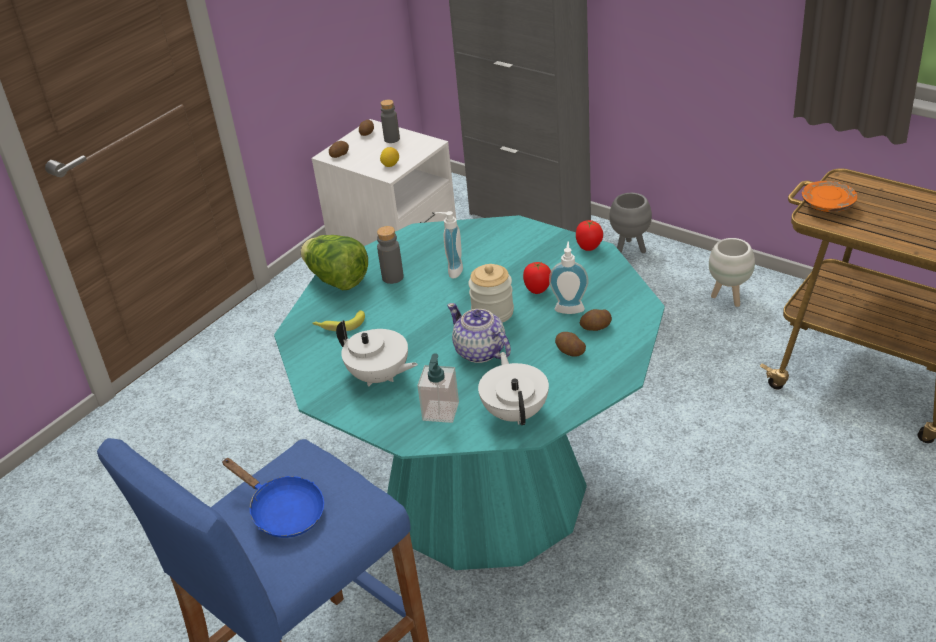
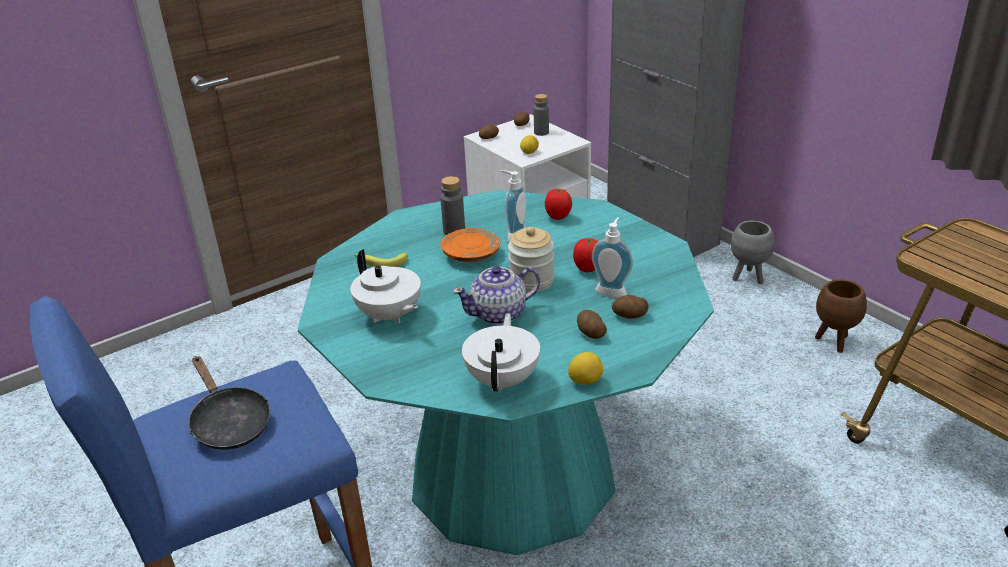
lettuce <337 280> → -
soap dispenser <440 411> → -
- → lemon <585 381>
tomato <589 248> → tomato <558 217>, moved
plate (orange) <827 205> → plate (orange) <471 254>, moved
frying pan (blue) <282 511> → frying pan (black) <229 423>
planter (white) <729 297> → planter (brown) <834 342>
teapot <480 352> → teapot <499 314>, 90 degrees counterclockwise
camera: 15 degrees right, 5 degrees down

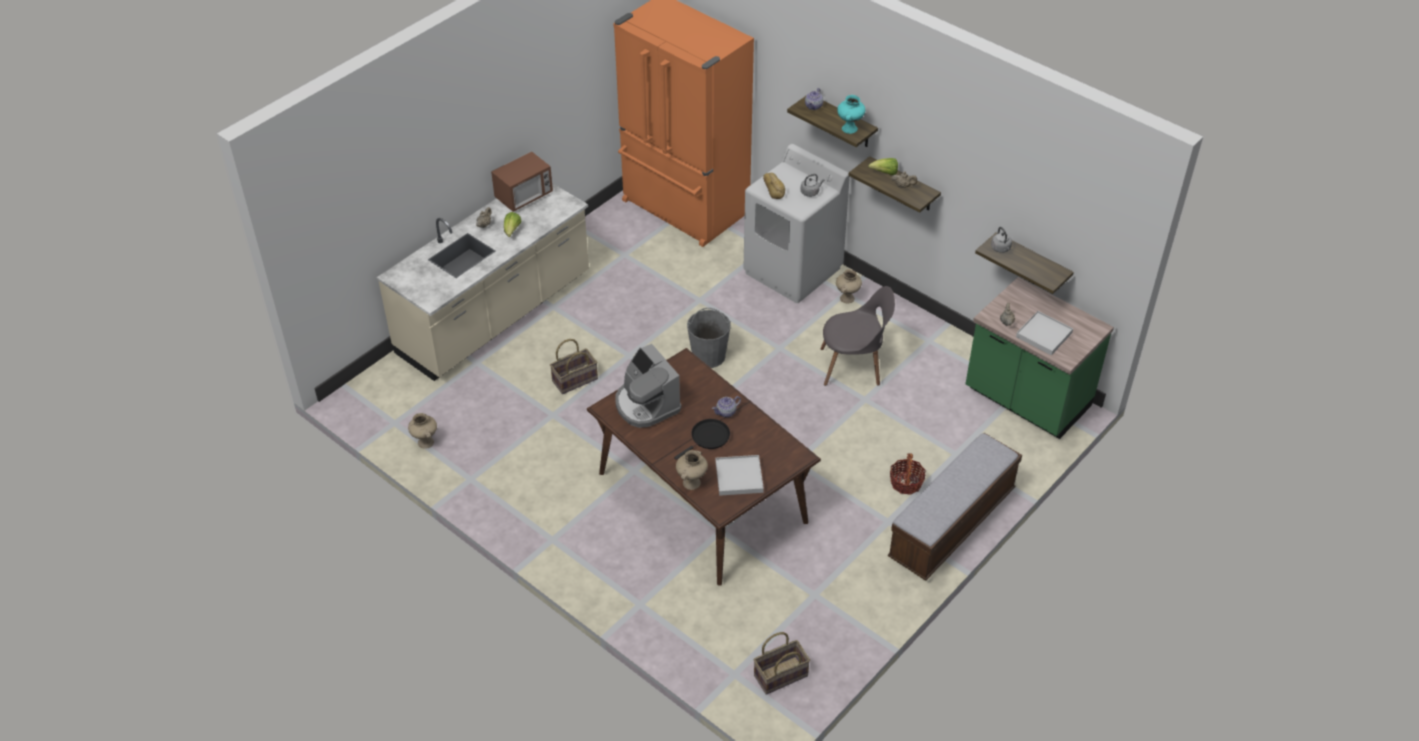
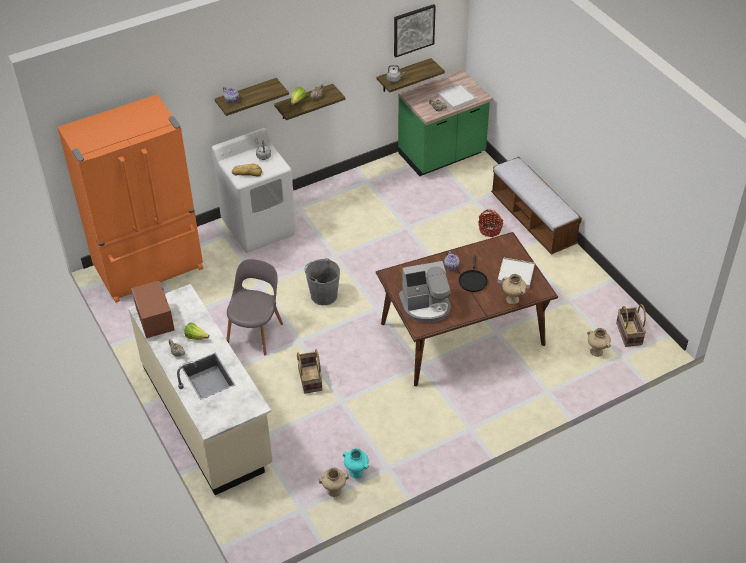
- → picture <413 30>
chair (grey) <853 366> → chair (grey) <255 332>, moved
vase (beige) <847 298> → vase (beige) <597 351>, moved
vase (turquoise) <850 129> → vase (turquoise) <356 472>, moved
frying pan (black) <708 438> → frying pan (black) <472 280>, 150 degrees counterclockwise
camera: 70 degrees left, 0 degrees up

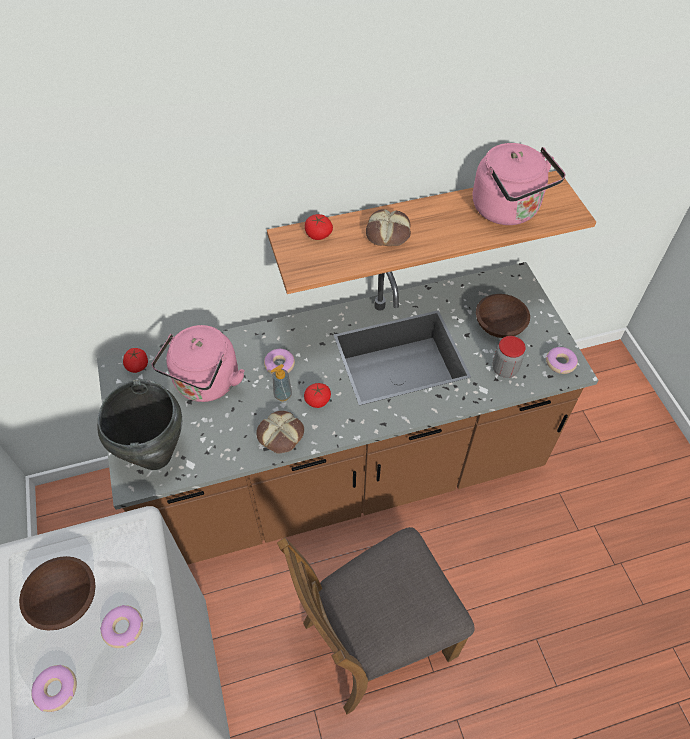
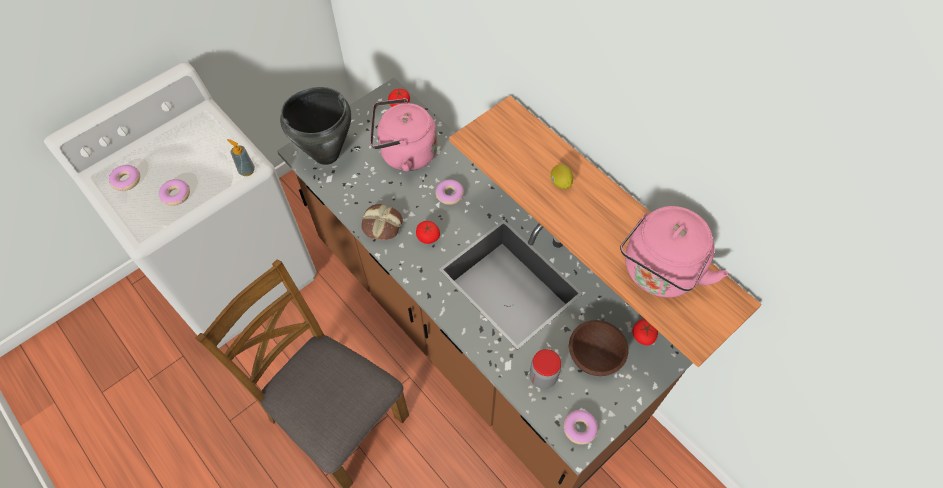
bowl (brown) <66 601> → -
soap dispenser <282 395> → soap dispenser <247 170>, moved
tomato <318 234> → tomato <643 335>, moved
bread <388 233> → lemon <560 183>
camera: 65 degrees right, 5 degrees up

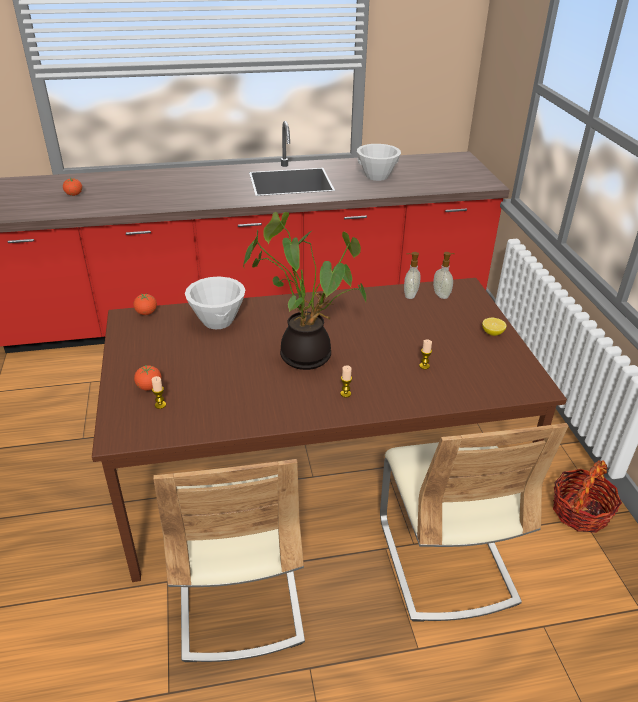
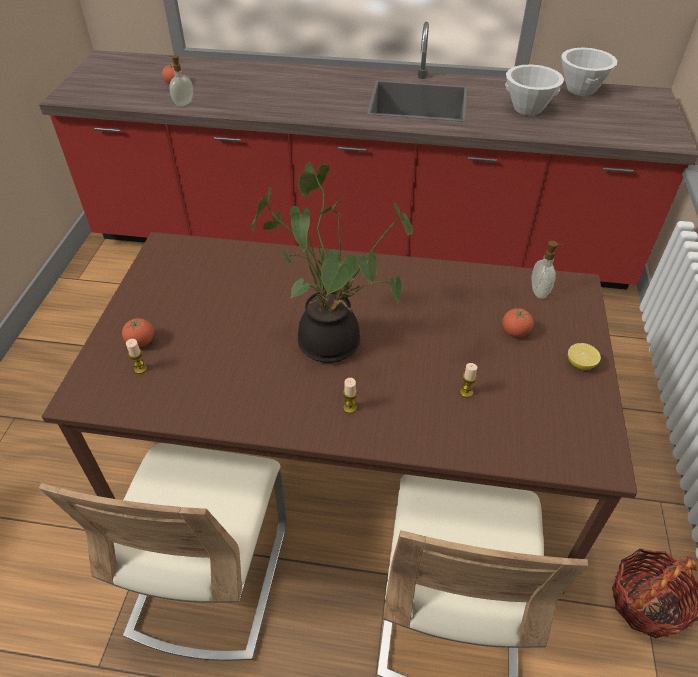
tomato <146 313> → tomato <515 332>, moved
bowl (white) <218 321> → bowl (white) <581 90>, moved
soap dispenser <409 295> → soap dispenser <183 103>, moved
camera: 20 degrees right, 10 degrees up

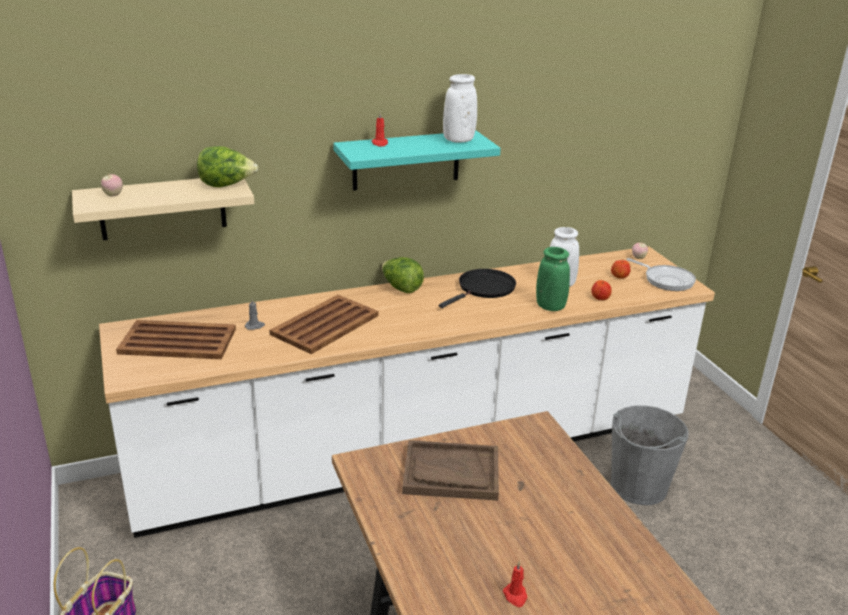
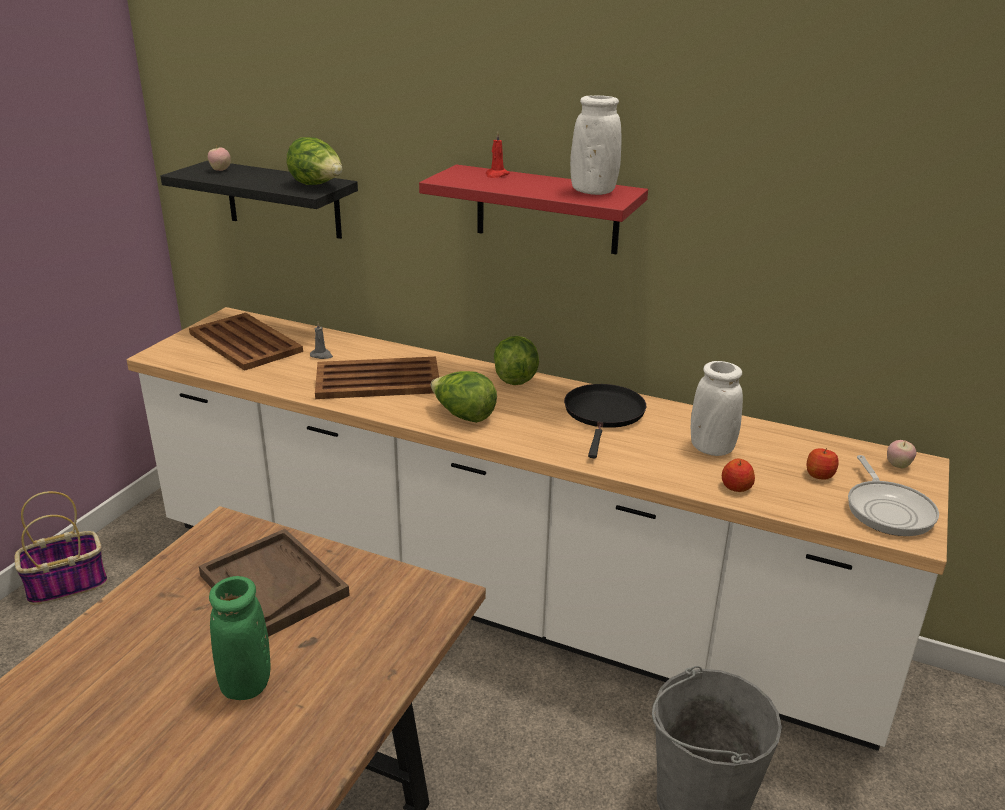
candle (red) <515 596> → -
- → lettuce <463 416>
vase (green) <550 307> → vase (green) <246 684>, moved
shelf (beige) <162 207> → shelf (black) <283 200>
shelf (turquoise) <406 160> → shelf (red) <547 209>
frying pan (black) <484 289> → frying pan (black) <604 414>, 75 degrees counterclockwise
camera: 45 degrees right, 0 degrees up

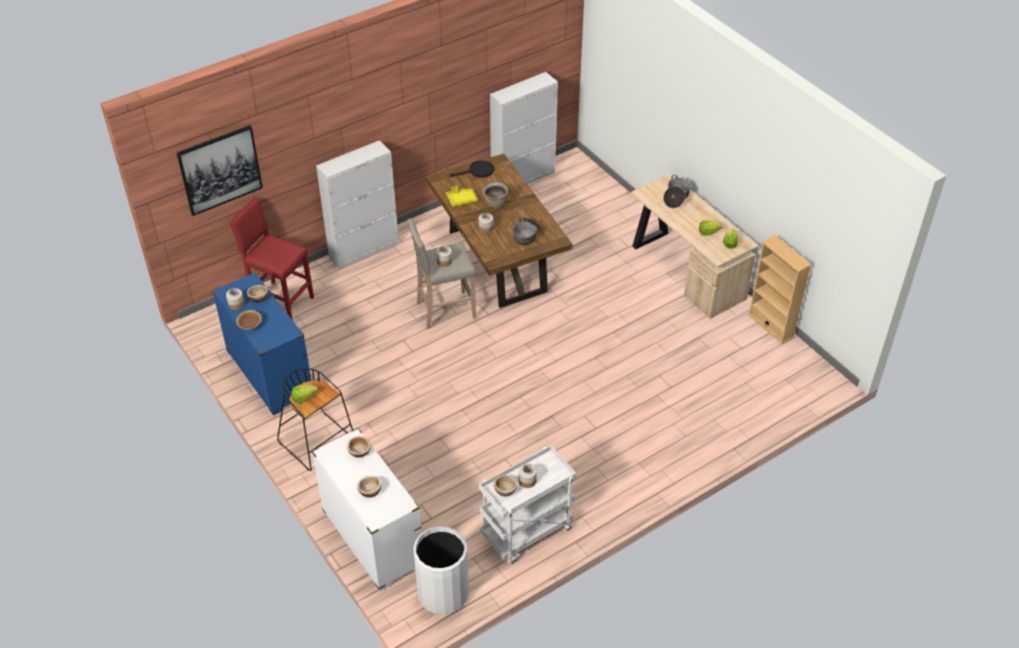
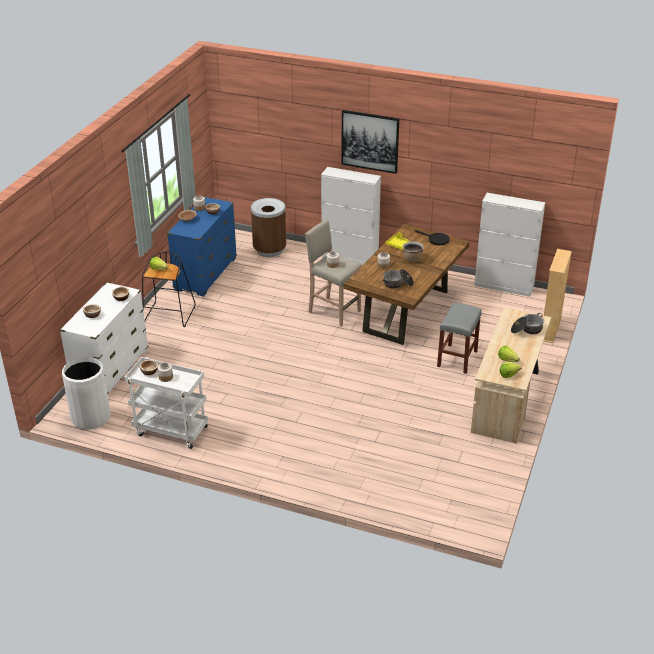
- → stool (grey) <457 359>
picture <220 170> → picture <370 141>, moved
bookcase (beige) <771 325> → bookcase (beige) <550 330>, moved
stool (red) <280 301> → trash can (brown) <269 250>
camera: 55 degrees right, 10 degrees down

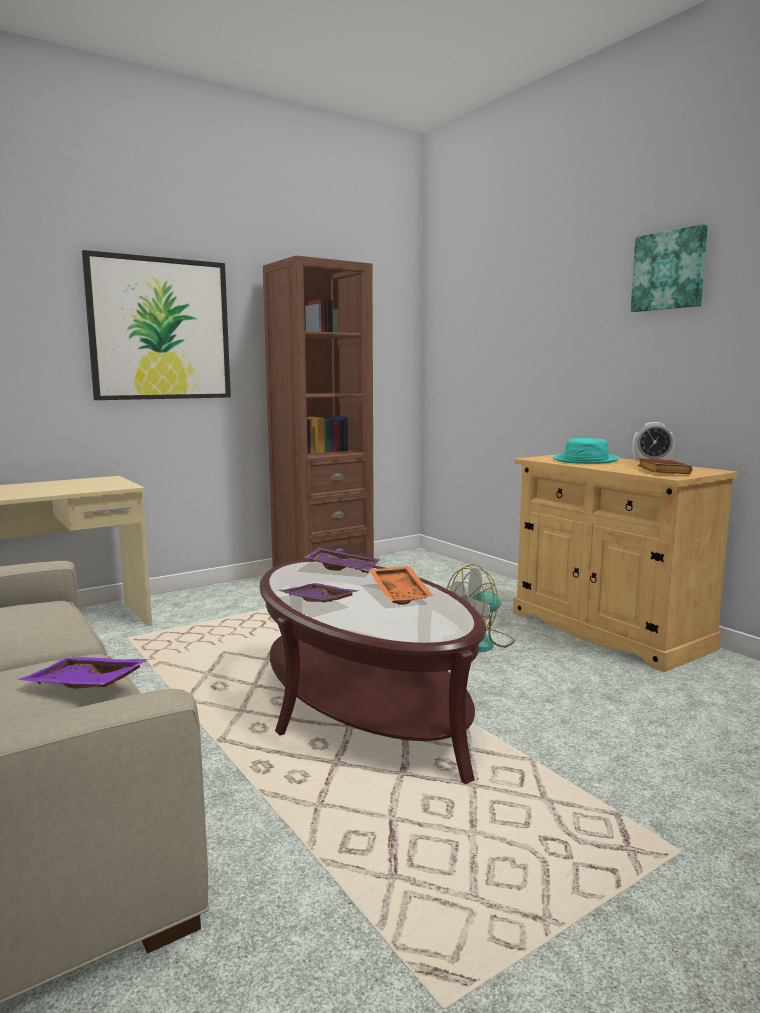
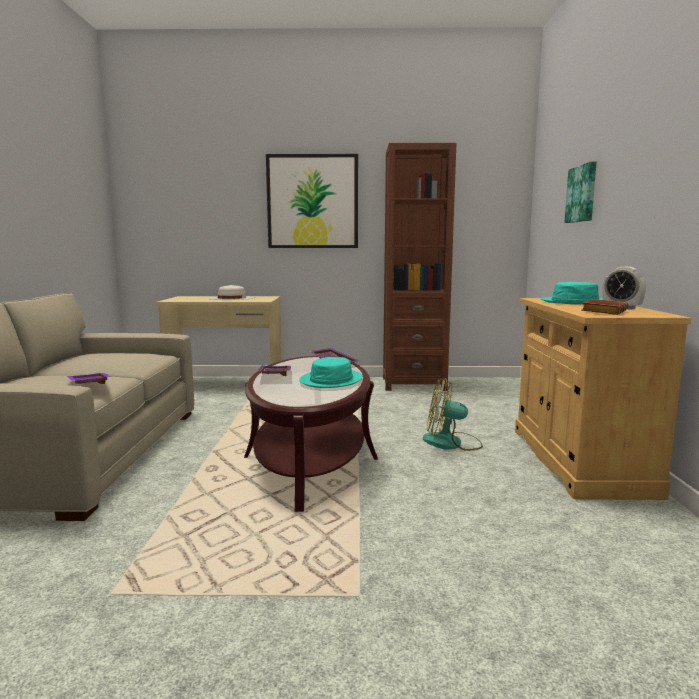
- → hat (white) <231 298>
picture <669 270> → picture <582 194>, moved
tray (orange) <401 593> → hat (turquoise) <331 380>
camera: 35 degrees right, 0 degrees up

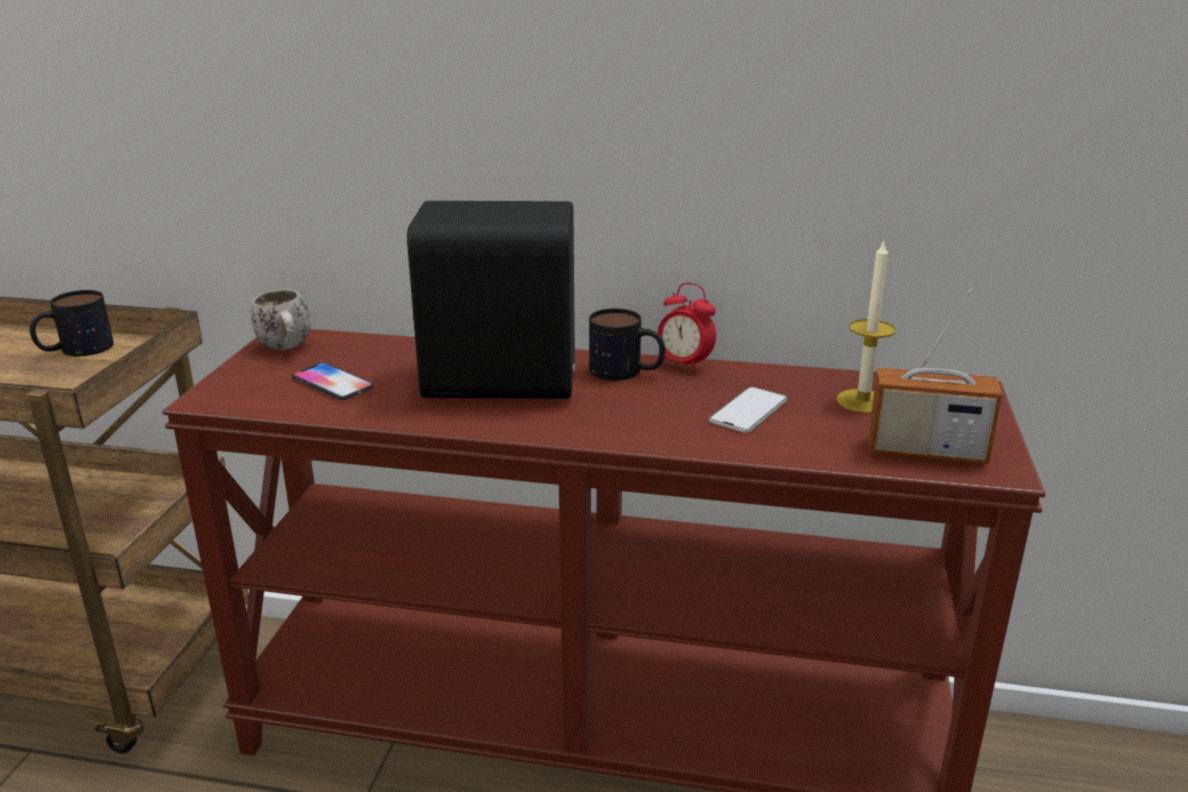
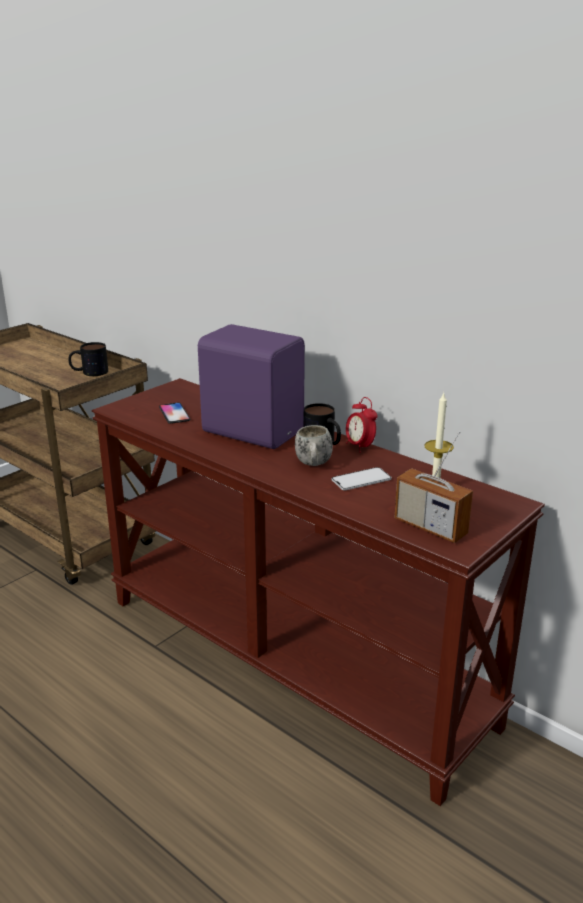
mug (white) <287 348> → mug (white) <313 465>, moved
speaker (black) <498 379> → speaker (purple) <253 431>
camera: 30 degrees right, 0 degrees up

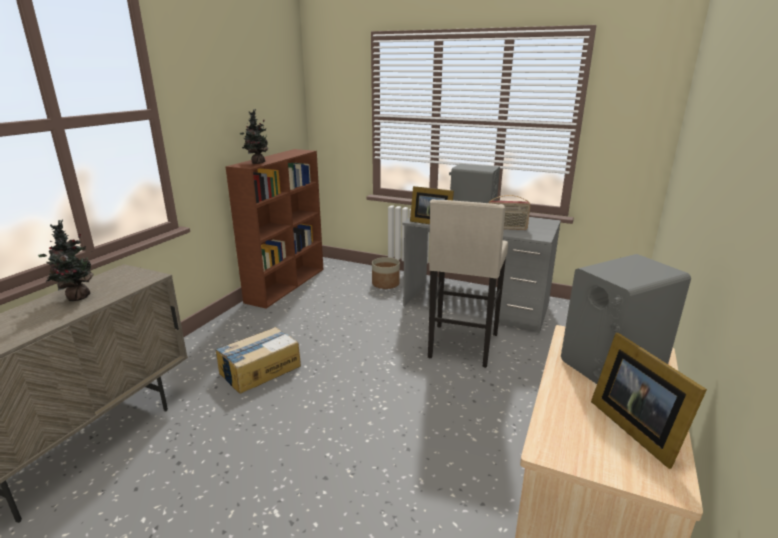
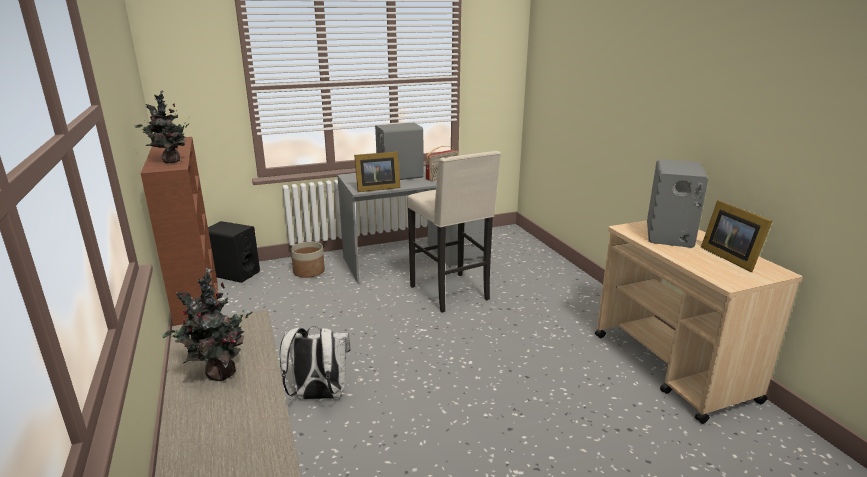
- → speaker (black) <234 274>
cardboard box <259 370> → backpack (white) <318 396>
picture frame <635 426> → picture frame <729 257>, 45 degrees clockwise
camera: 45 degrees left, 0 degrees up

